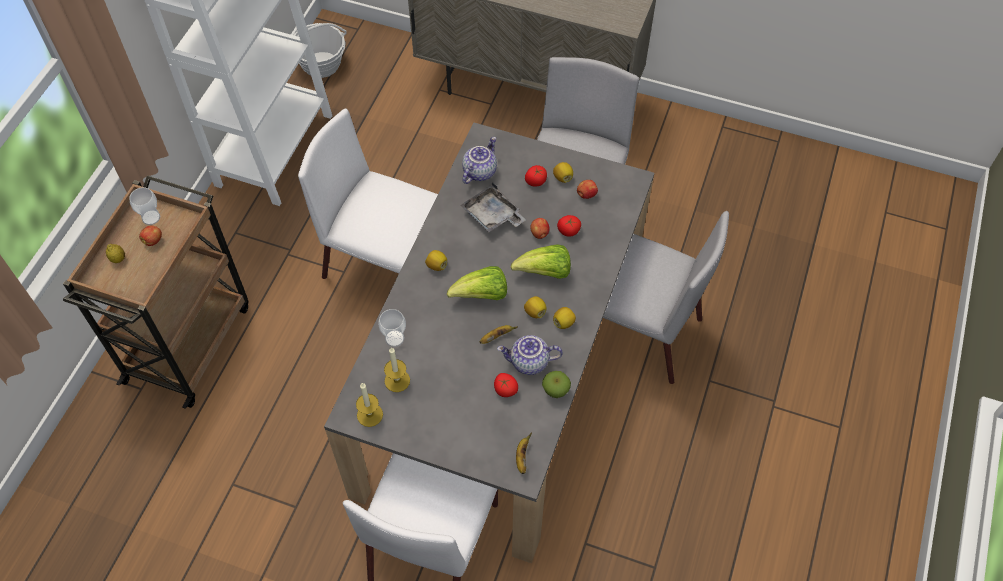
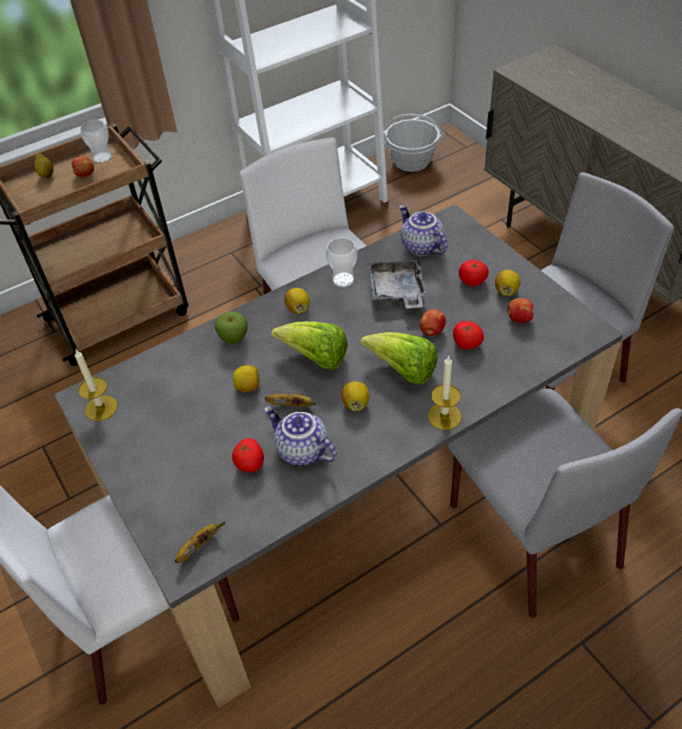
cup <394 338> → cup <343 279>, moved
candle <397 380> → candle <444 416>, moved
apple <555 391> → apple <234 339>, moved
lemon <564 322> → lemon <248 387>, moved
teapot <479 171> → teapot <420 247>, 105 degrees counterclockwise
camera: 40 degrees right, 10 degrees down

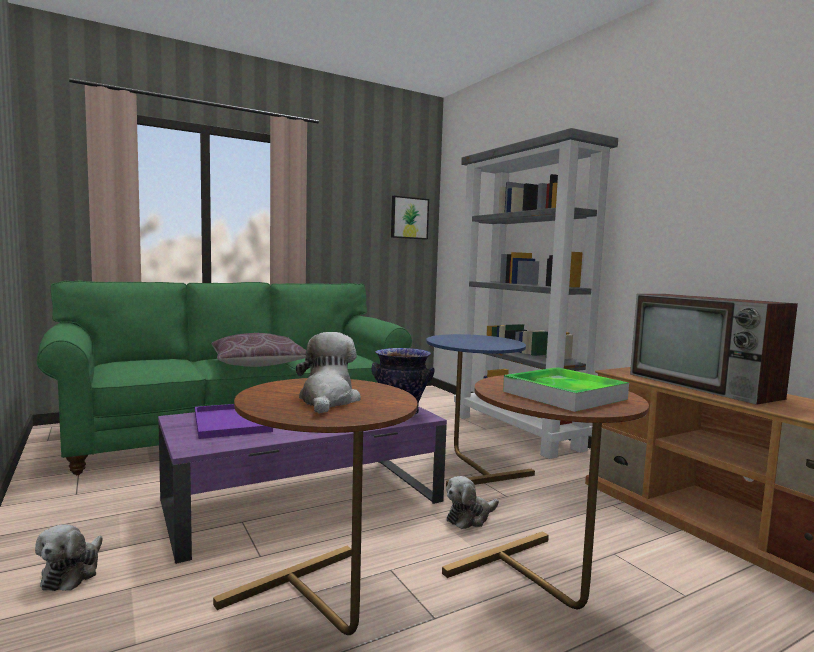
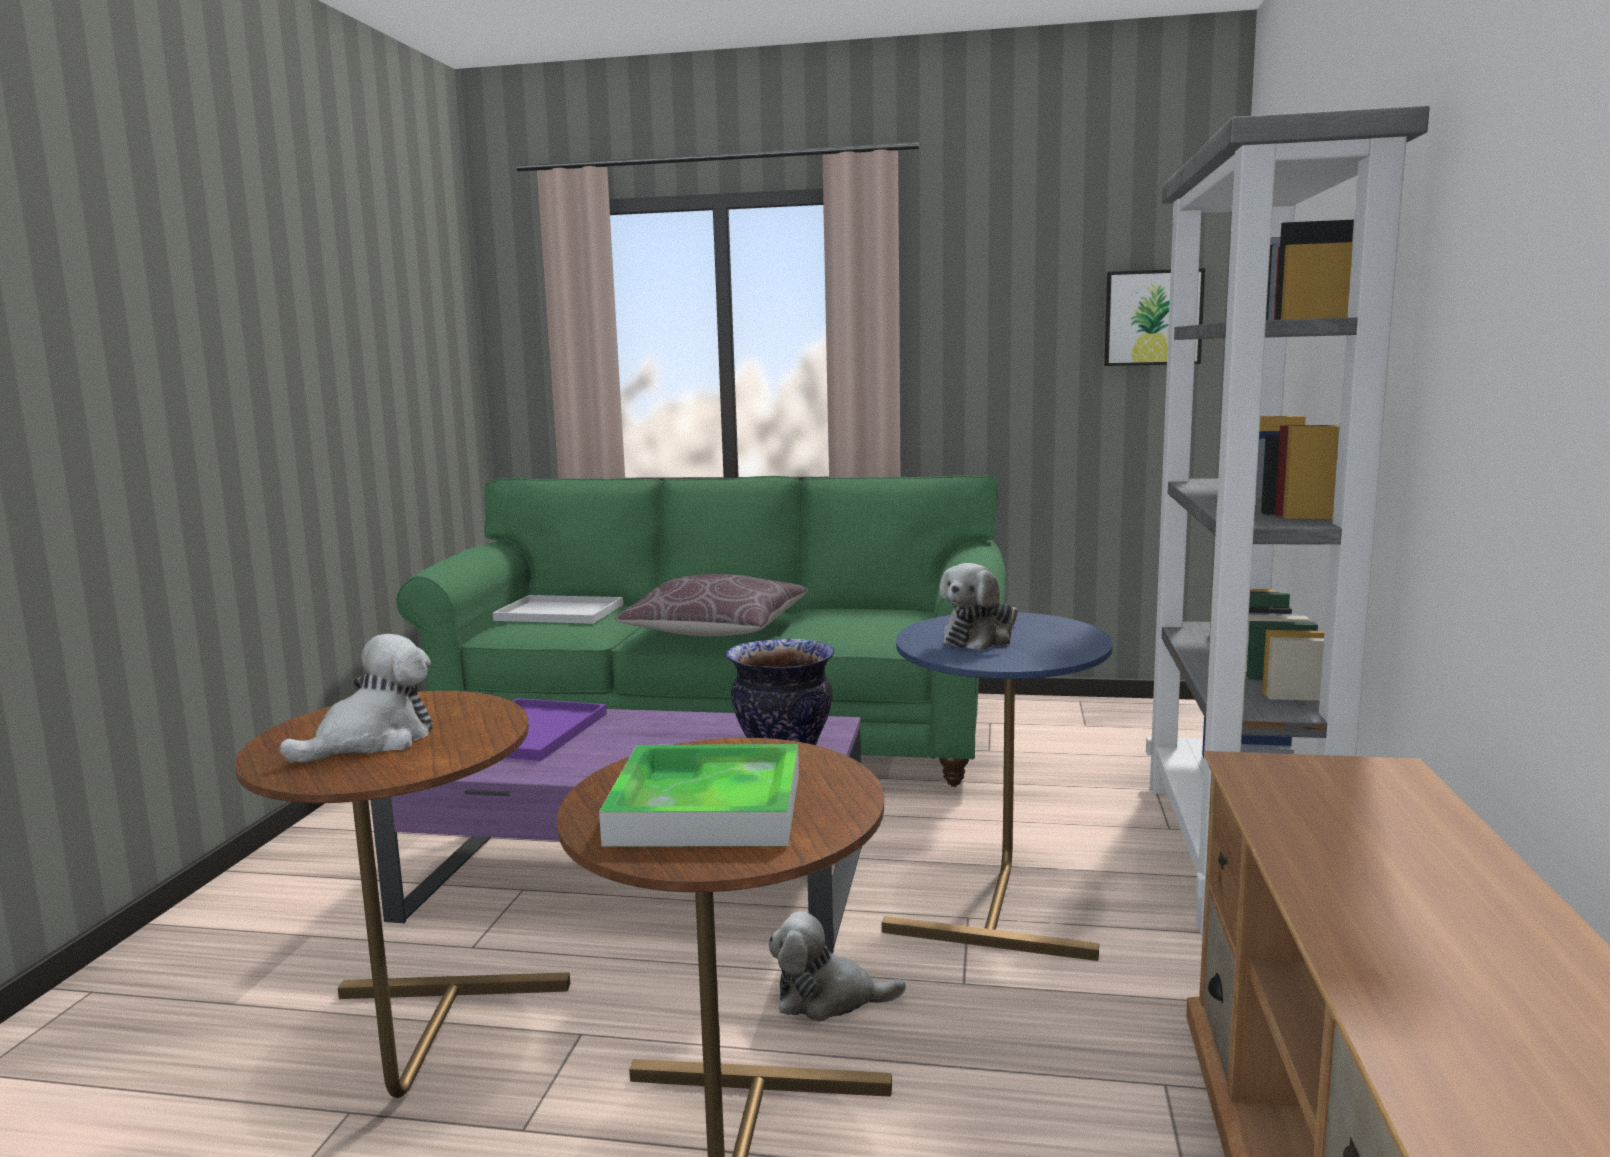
television <704 386> → -
- → tray (white) <562 612>
plush toy <73 572> → plush toy <980 638>, moved
camera: 40 degrees right, 5 degrees up

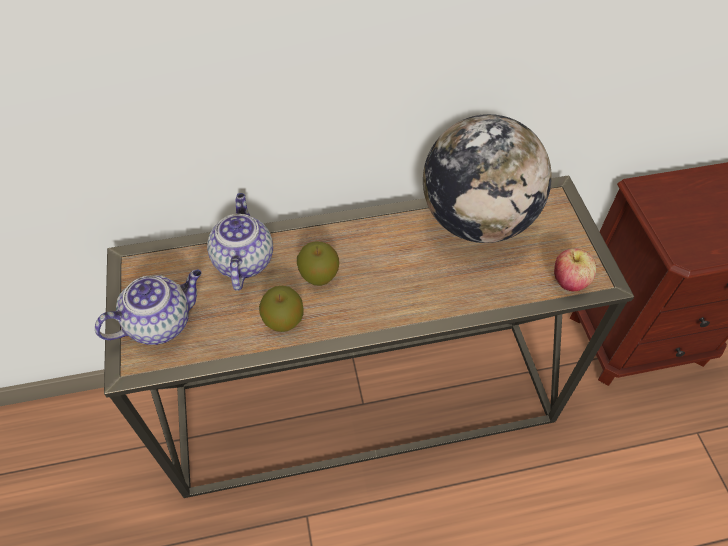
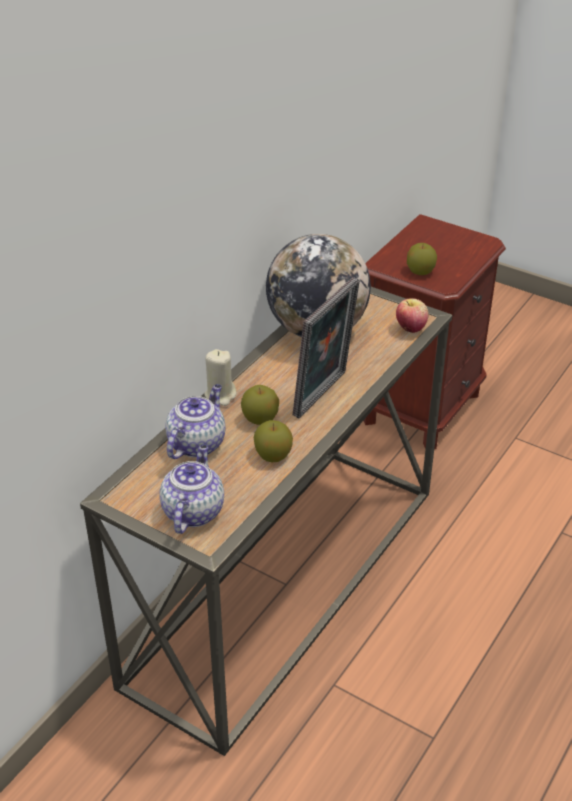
- → candle (beige) <220 395>
- → picture frame <324 395>
- → apple <420 271>
teapot <243 260> → teapot <196 443>, 75 degrees clockwise
camera: 45 degrees left, 15 degrees down

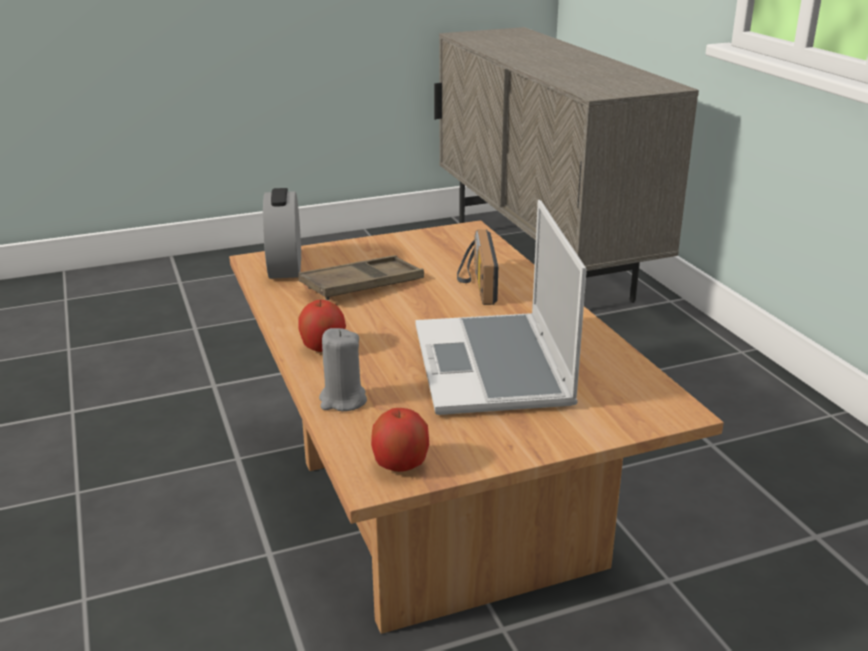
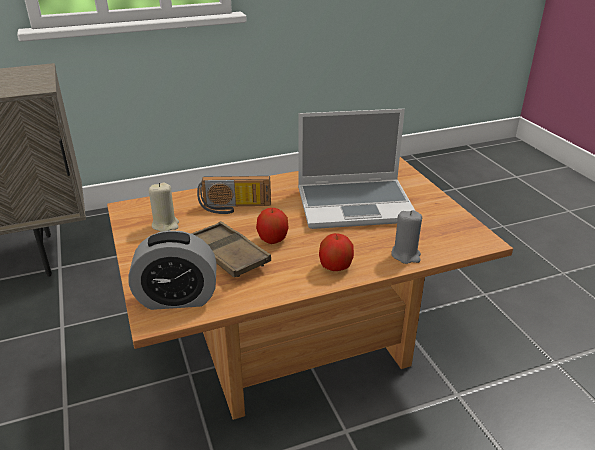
- → candle (beige) <165 225>
apple <400 465> → apple <272 239>, moved
camera: 90 degrees left, 5 degrees up

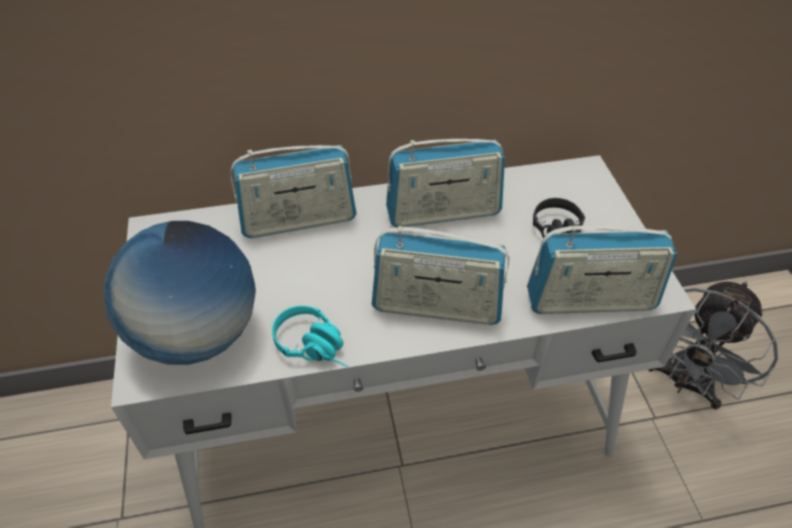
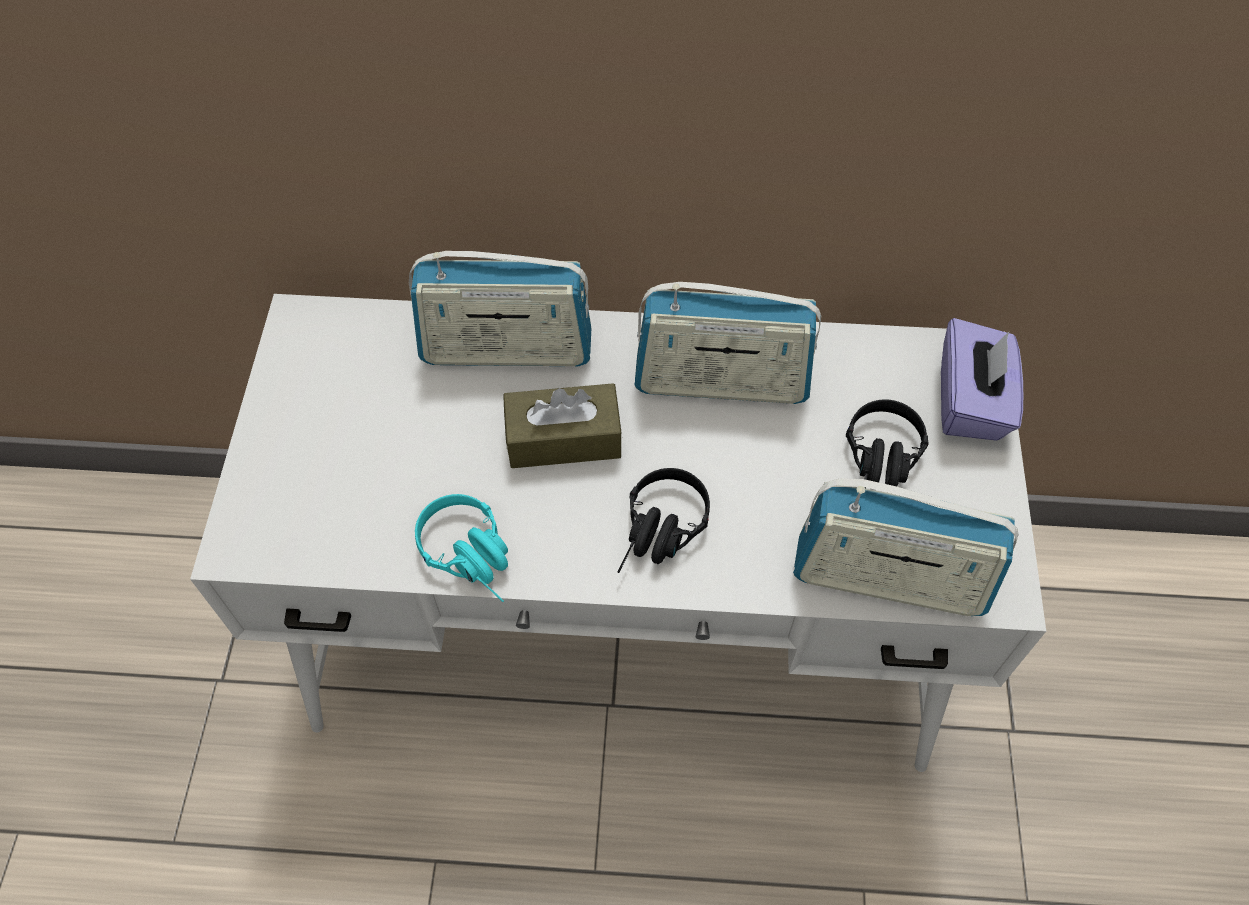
globe <198 334> → -
fan (grey) <684 383> → -
- → tissue box (brown) <563 439>
- → tissue box (purple) <970 402>
radio <436 307> → headphones (black) <660 535>
camera: 15 degrees right, 10 degrees up

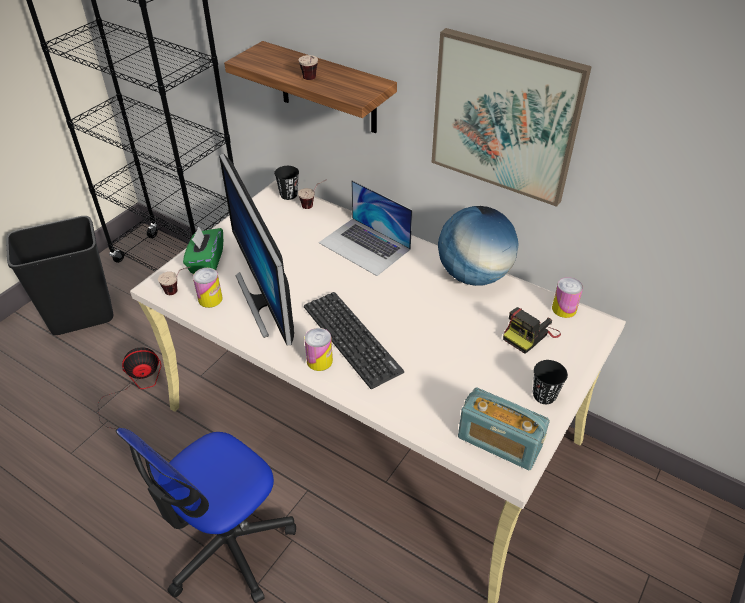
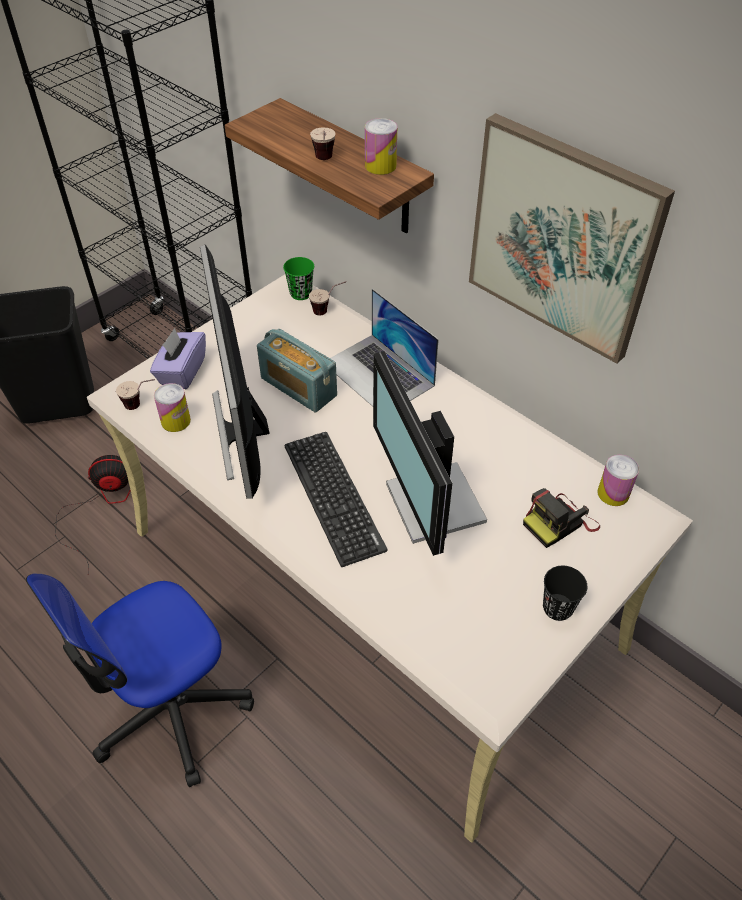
globe <473 275> → -
- → monitor <431 505>
can <319 361> → can <380 166>, moved
radio <499 442> → radio <298 387>, moved
tissue box (green) <206 262> → tissue box (purple) <182 371>
cup (black) <288 195> → cup (green) <300 293>
camera: 10 degrees right, 5 degrees up

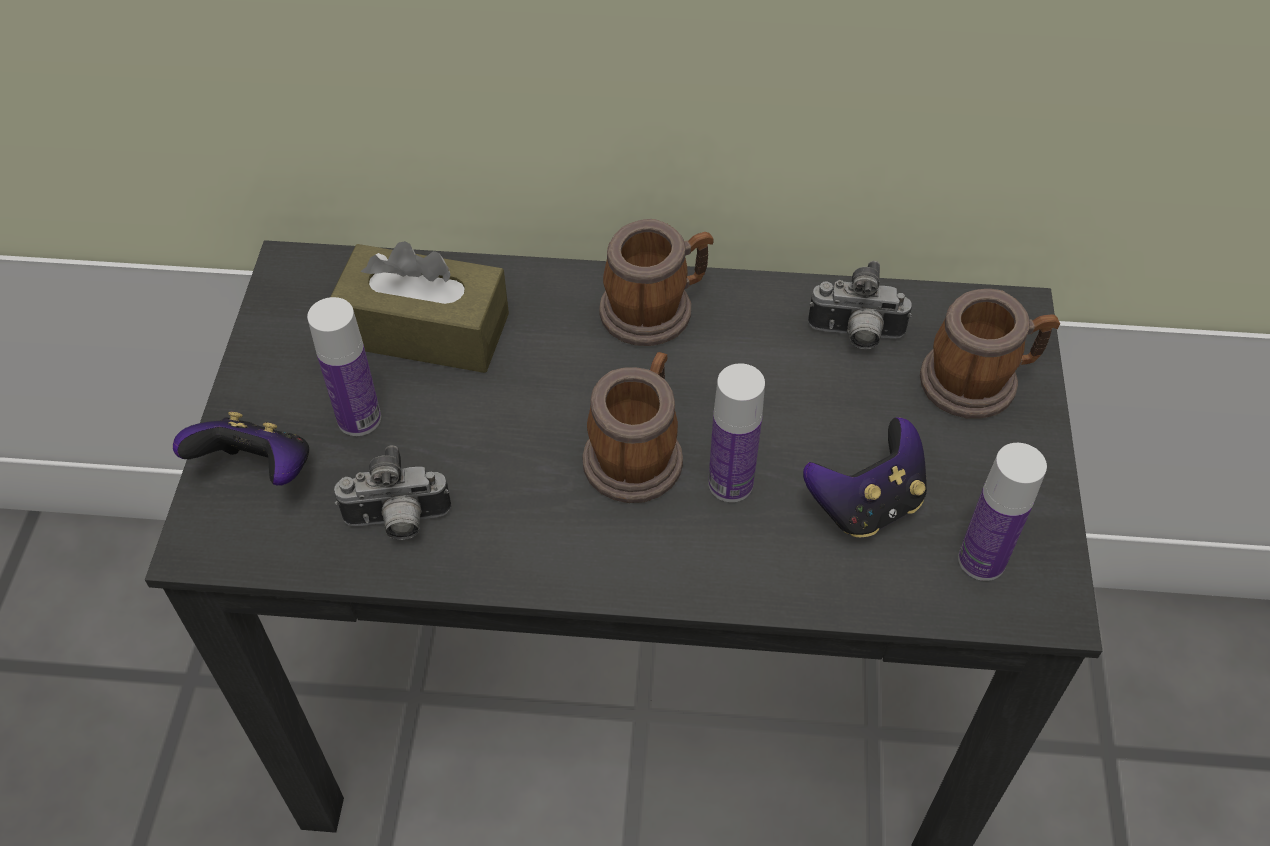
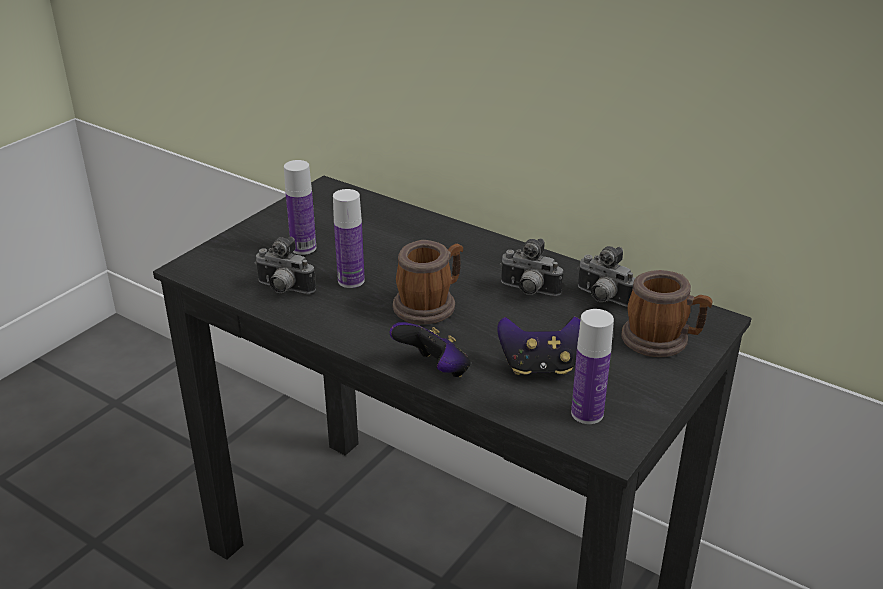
tissue box (brown) <425 330> → -
mug <655 309> → -
- → photo camera <528 291>
game controller <259 471> → game controller <434 371>, moved
bottle <730 483> → bottle <351 280>, moved
camera: 30 degrees right, 20 degrees down

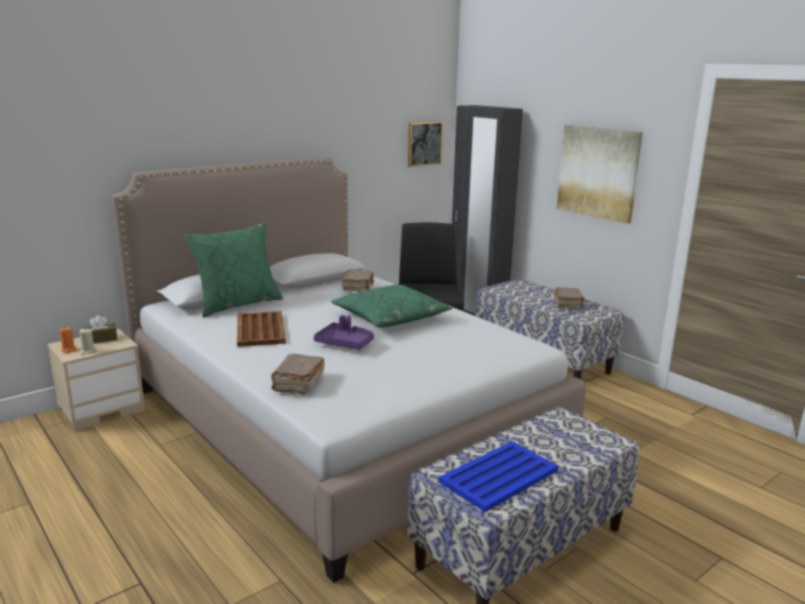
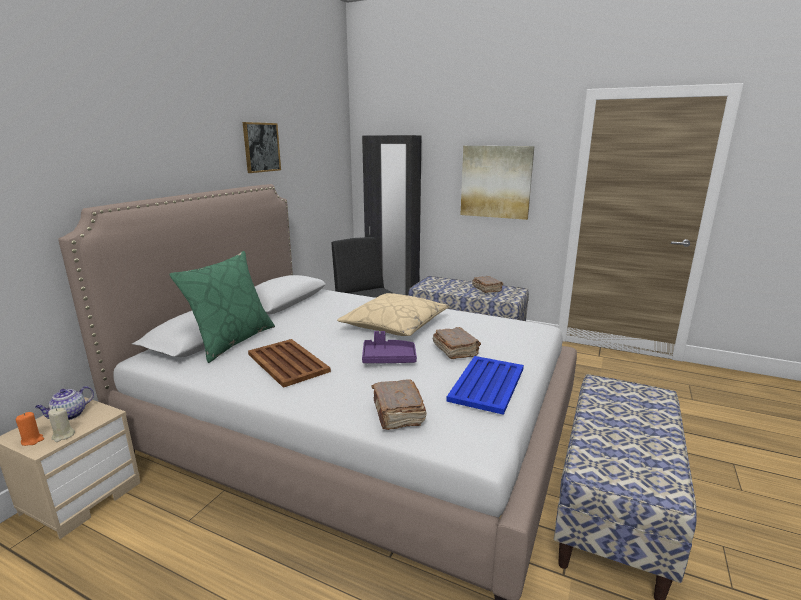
book (brown) <358 287> → book (brown) <455 351>, moved
picture <424 143> → picture <261 147>, moved
tray (blue) <498 476> → tray (blue) <486 384>, moved
tissue box (brown) <100 339> → teapot <69 415>
pillow (green) <391 317> → pillow (beige) <395 325>
camera: 25 degrees left, 0 degrees up

